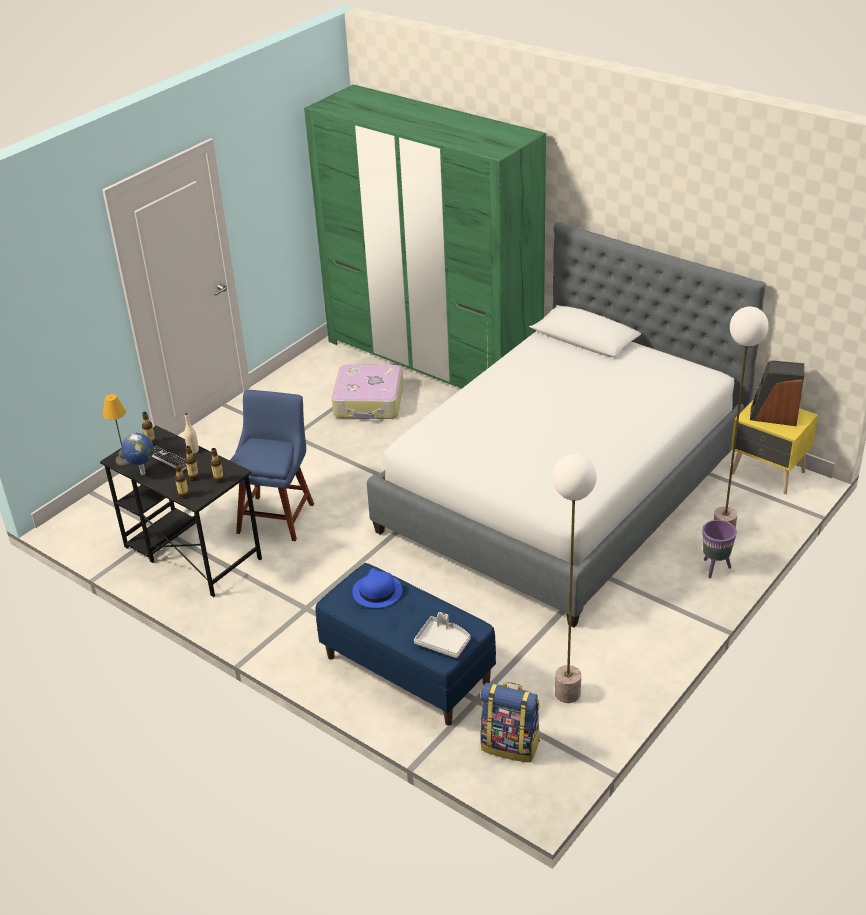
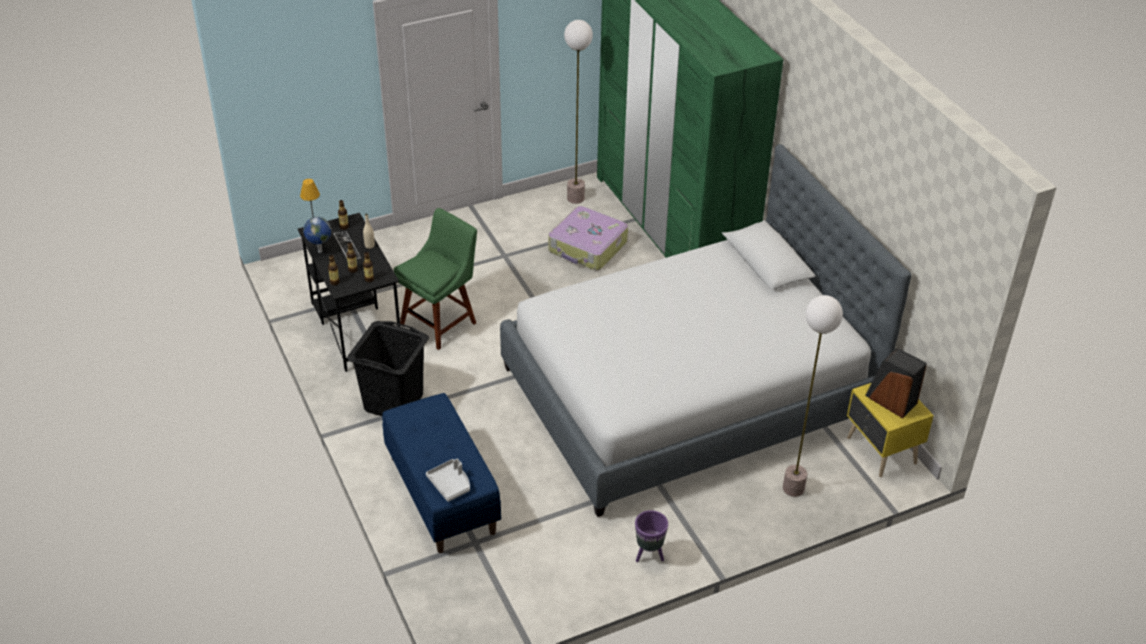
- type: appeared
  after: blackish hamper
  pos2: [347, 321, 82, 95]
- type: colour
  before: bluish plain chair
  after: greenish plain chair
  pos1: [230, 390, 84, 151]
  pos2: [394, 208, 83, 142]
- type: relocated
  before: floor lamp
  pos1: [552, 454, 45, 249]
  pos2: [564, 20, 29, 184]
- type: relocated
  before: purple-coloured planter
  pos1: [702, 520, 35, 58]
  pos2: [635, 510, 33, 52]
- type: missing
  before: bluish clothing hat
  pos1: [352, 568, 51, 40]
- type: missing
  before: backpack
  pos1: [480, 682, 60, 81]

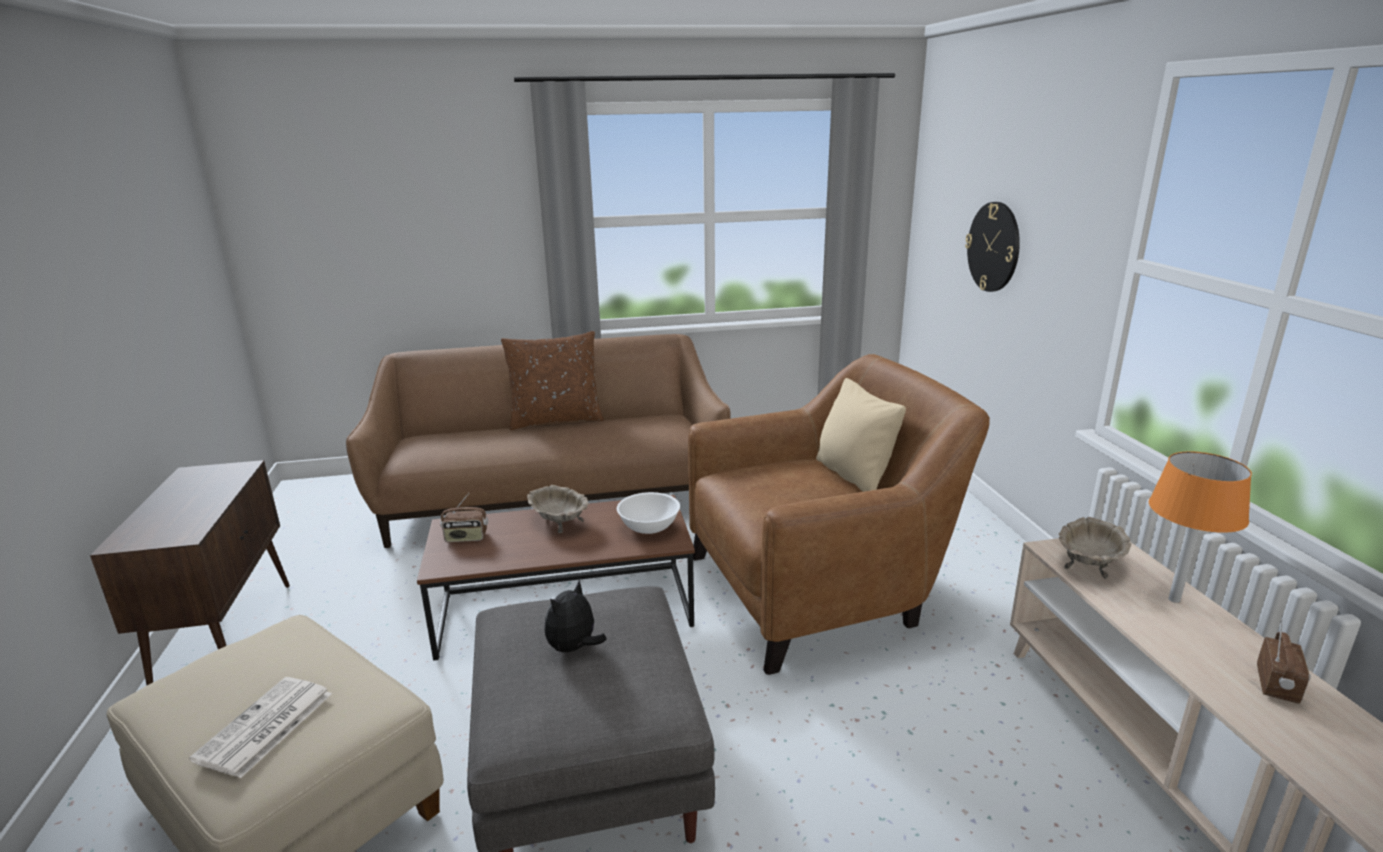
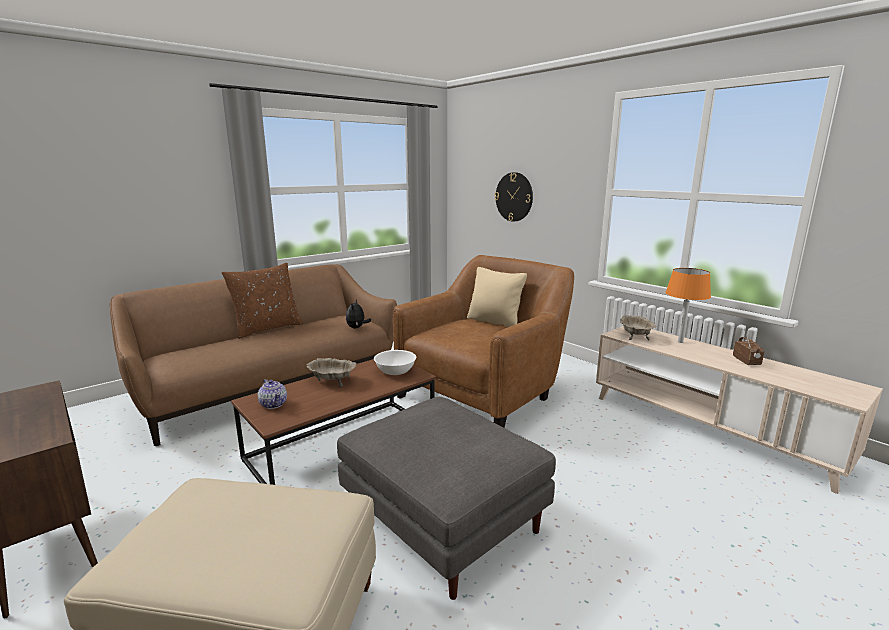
- type: exchanged
  before: radio receiver
  after: pot for tea
  pos1: [440, 493, 48, 50]
  pos2: [258, 379, 29, 30]
- type: relocated
  before: plush toy
  pos1: [544, 580, 63, 72]
  pos2: [346, 300, 25, 29]
- type: missing
  before: printed paper
  pos1: [189, 677, 143, 101]

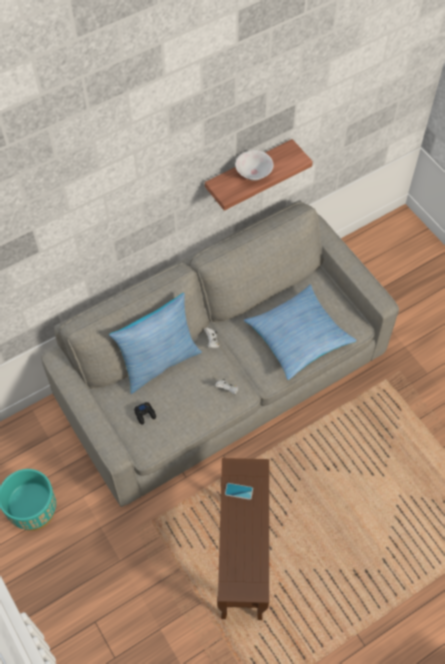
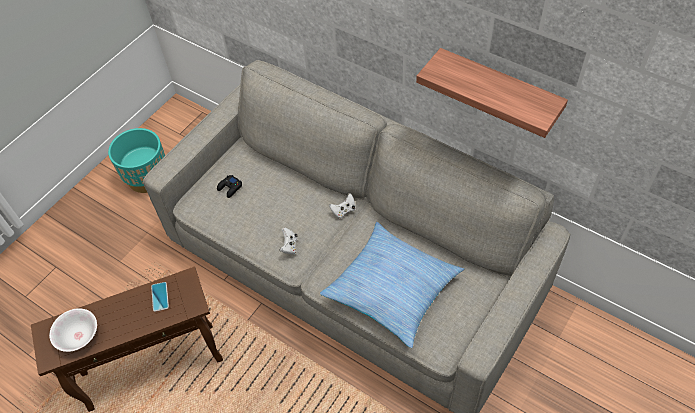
- type: relocated
  before: whitish bowl
  pos1: [235, 150, 38, 31]
  pos2: [49, 308, 48, 44]
- type: missing
  before: pillow
  pos1: [109, 293, 93, 101]

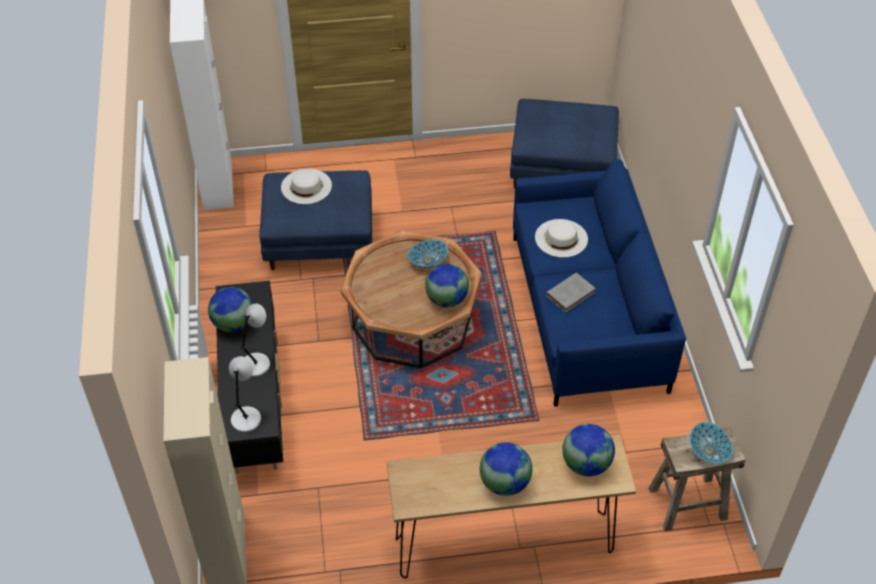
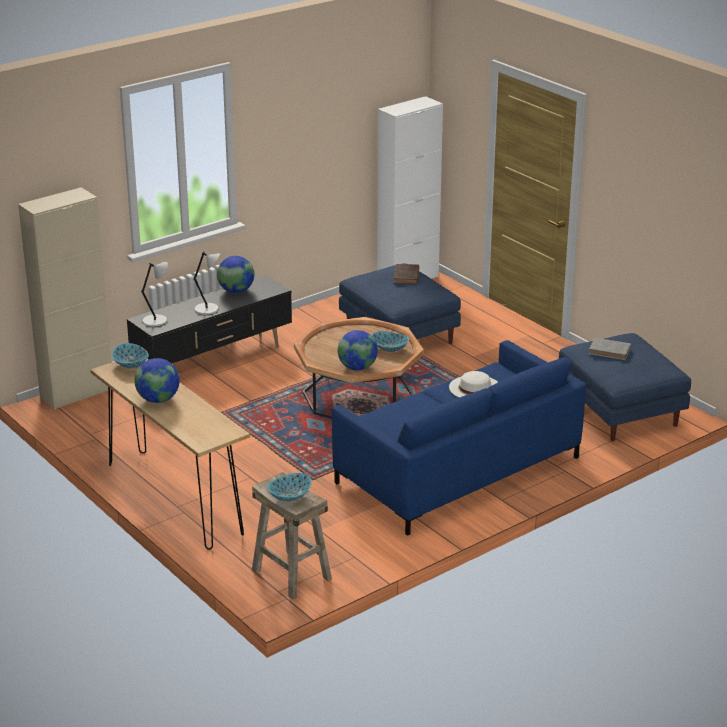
- type: appeared
  after: bowl
  pos2: [112, 343, 37, 26]
- type: exchanged
  before: whitish clothing hat
  after: brown-coloured volume
  pos1: [281, 169, 51, 35]
  pos2: [394, 264, 25, 20]
- type: relocated
  before: greyish volume
  pos1: [546, 273, 50, 40]
  pos2: [589, 338, 42, 22]
- type: missing
  before: world globe
  pos1: [562, 424, 53, 52]

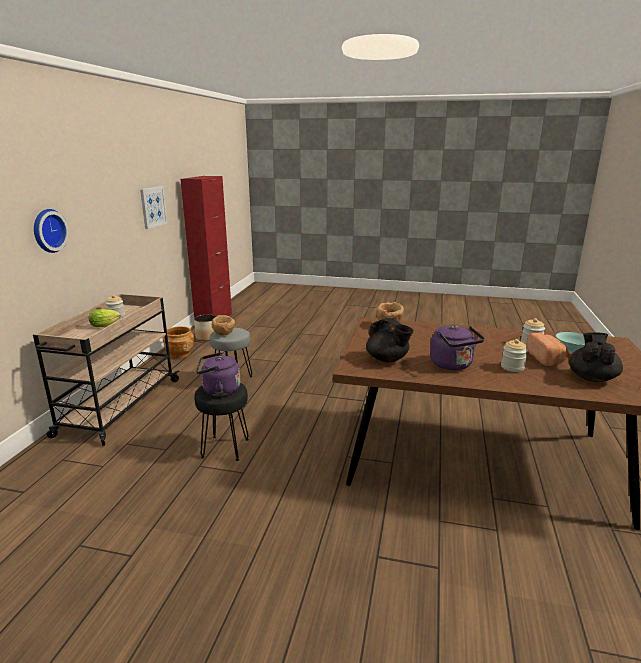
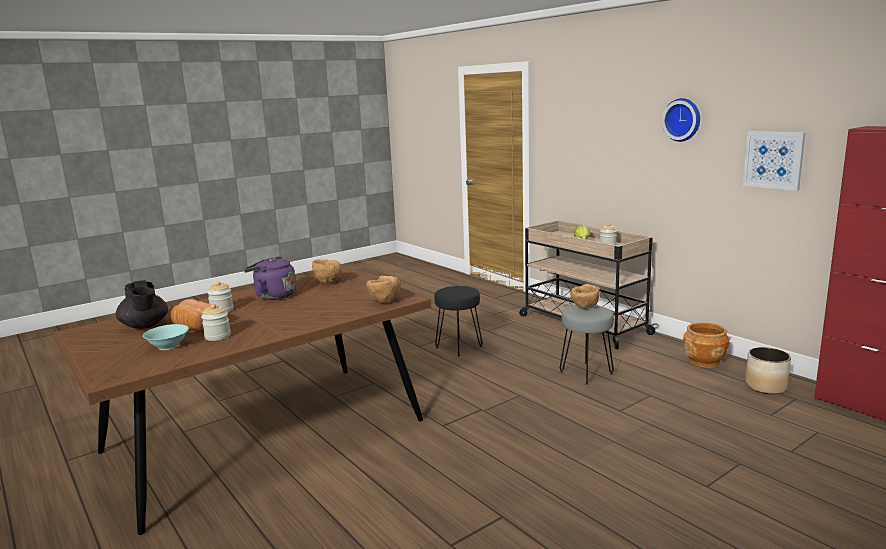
- type: exchanged
  before: blackish pot for tea
  after: brown-coloured bowl
  pos1: [366, 318, 47, 45]
  pos2: [312, 259, 30, 25]
- type: relocated
  before: hanging clock
  pos1: [34, 209, 35, 44]
  pos2: [662, 98, 38, 44]
- type: missing
  before: purple-coloured tea kettle
  pos1: [196, 352, 44, 44]

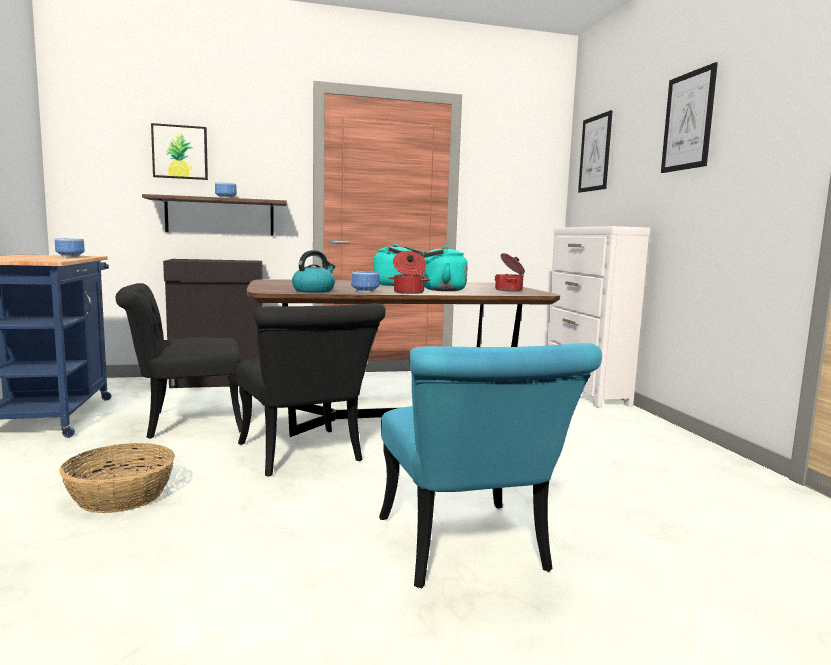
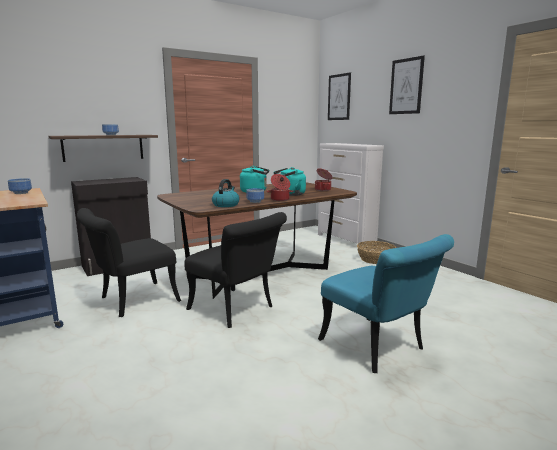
- type: relocated
  before: household basket
  pos1: [59, 443, 116, 70]
  pos2: [357, 241, 39, 23]
- type: missing
  before: picture
  pos1: [151, 123, 57, 57]

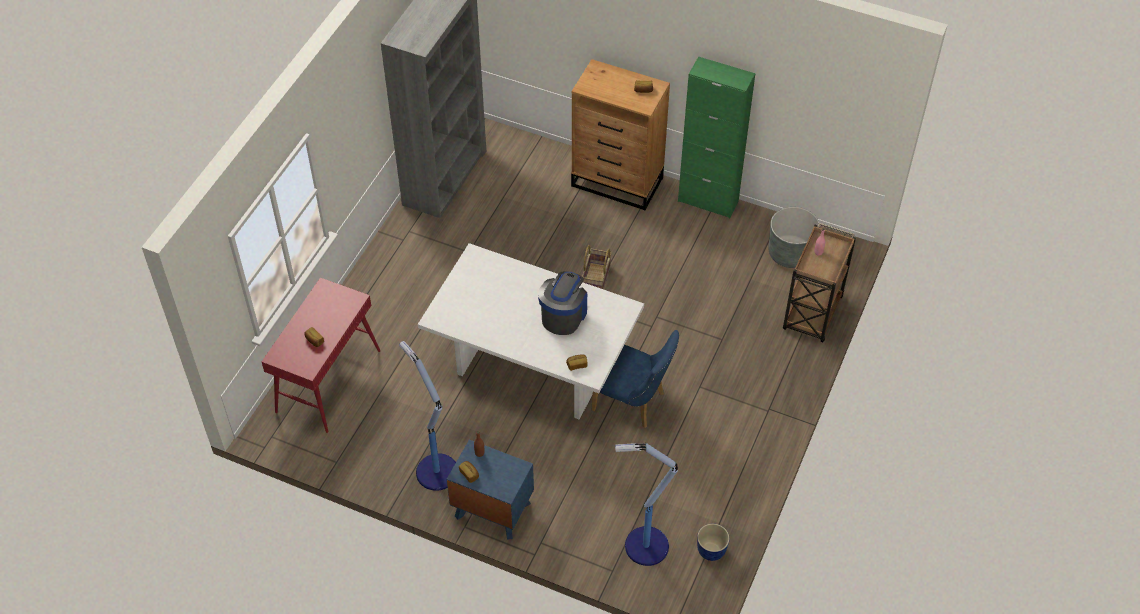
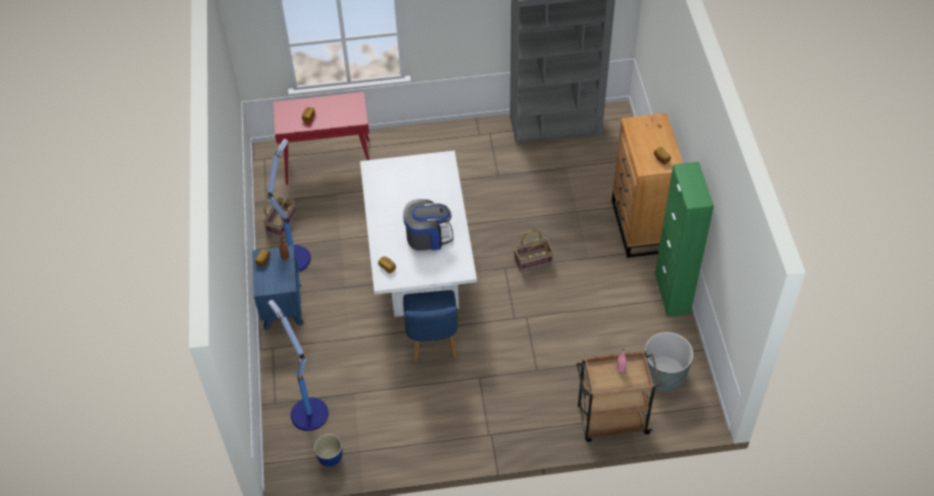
- type: appeared
  after: household basket
  pos2: [263, 194, 33, 44]

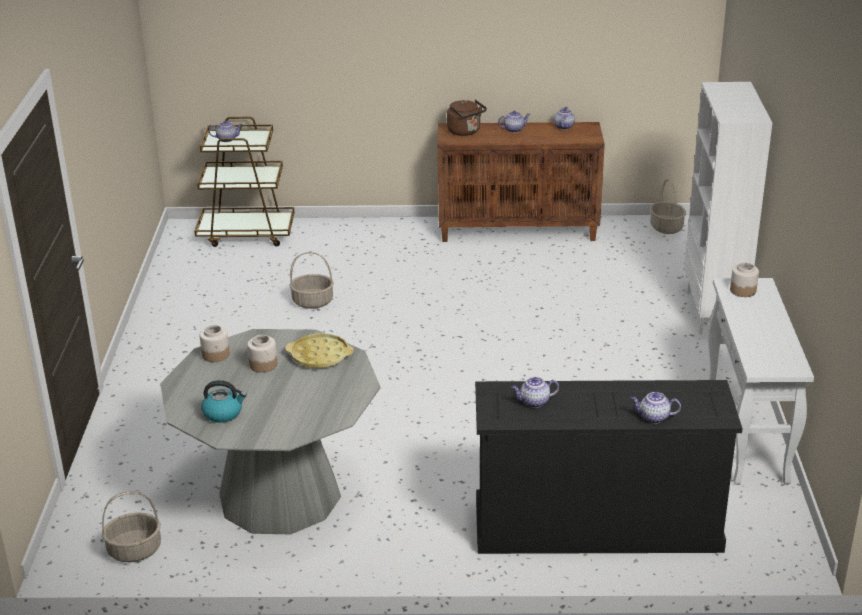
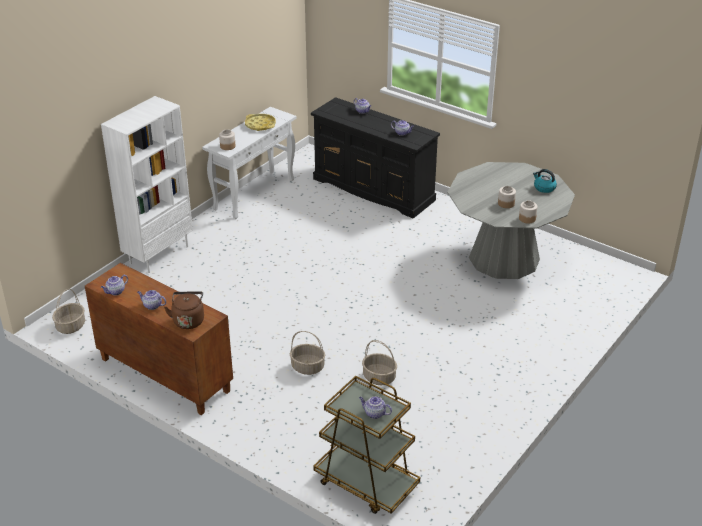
- type: relocated
  before: yellow-coloured tray
  pos1: [285, 333, 69, 35]
  pos2: [245, 114, 31, 17]
- type: relocated
  before: household basket
  pos1: [102, 491, 59, 71]
  pos2: [290, 331, 35, 44]

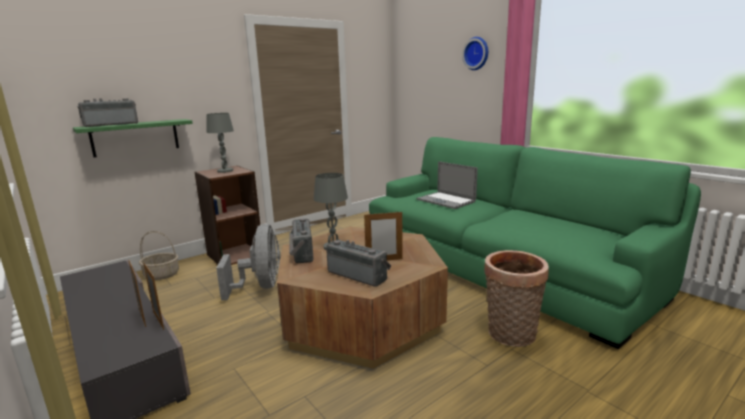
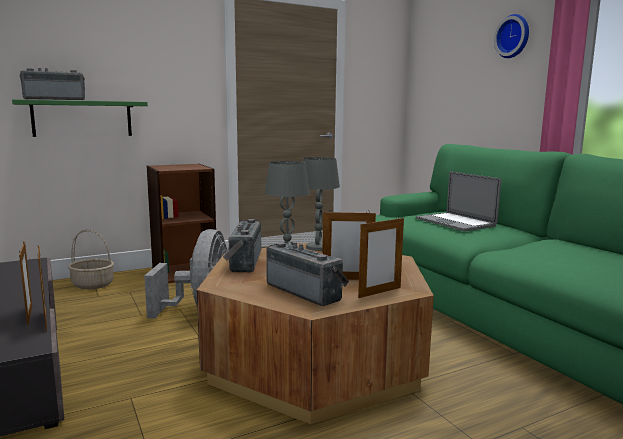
- type: relocated
  before: greyish table lamp
  pos1: [206, 113, 28, 60]
  pos2: [303, 157, 37, 94]
- type: appeared
  after: picture frame
  pos2: [358, 216, 46, 82]
- type: missing
  before: household basket
  pos1: [484, 250, 65, 97]

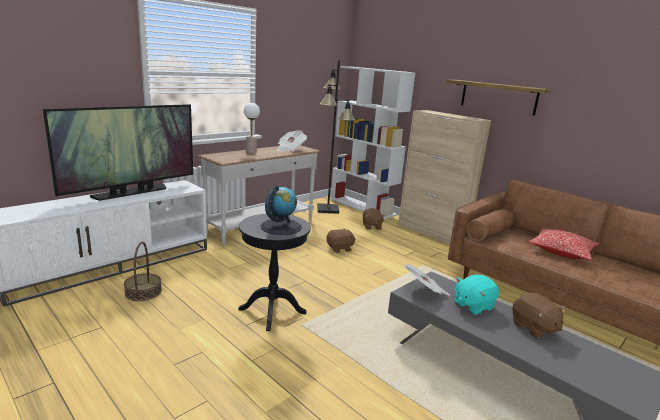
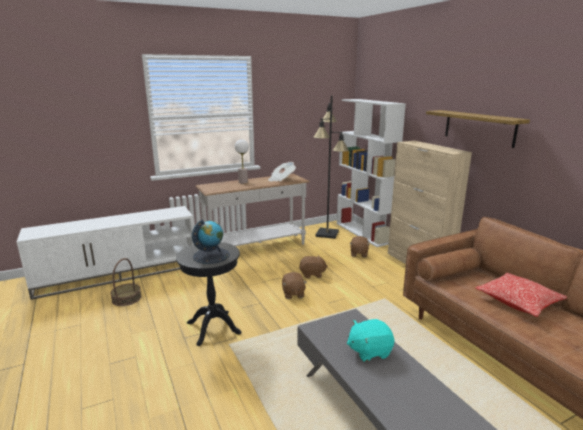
- type: relocated
  before: brown-coloured plush toy
  pos1: [512, 293, 53, 45]
  pos2: [282, 272, 25, 27]
- type: missing
  before: television
  pos1: [43, 104, 150, 97]
- type: missing
  before: printed paper
  pos1: [404, 264, 46, 31]

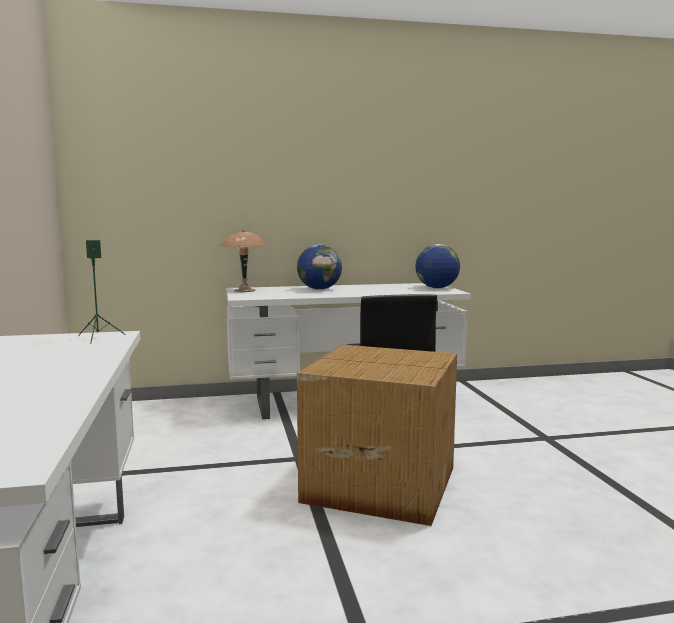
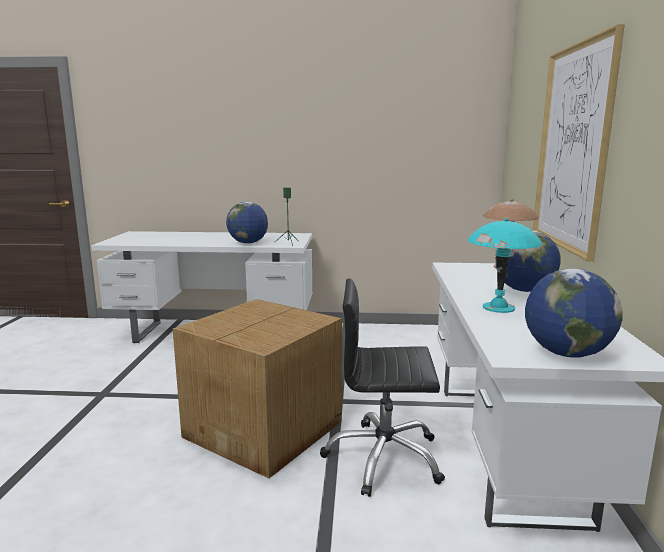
- type: appeared
  after: world globe
  pos2: [226, 202, 42, 42]
- type: appeared
  after: turquoise table lamp
  pos2: [468, 218, 74, 95]
- type: appeared
  after: picture
  pos2: [533, 24, 92, 237]

